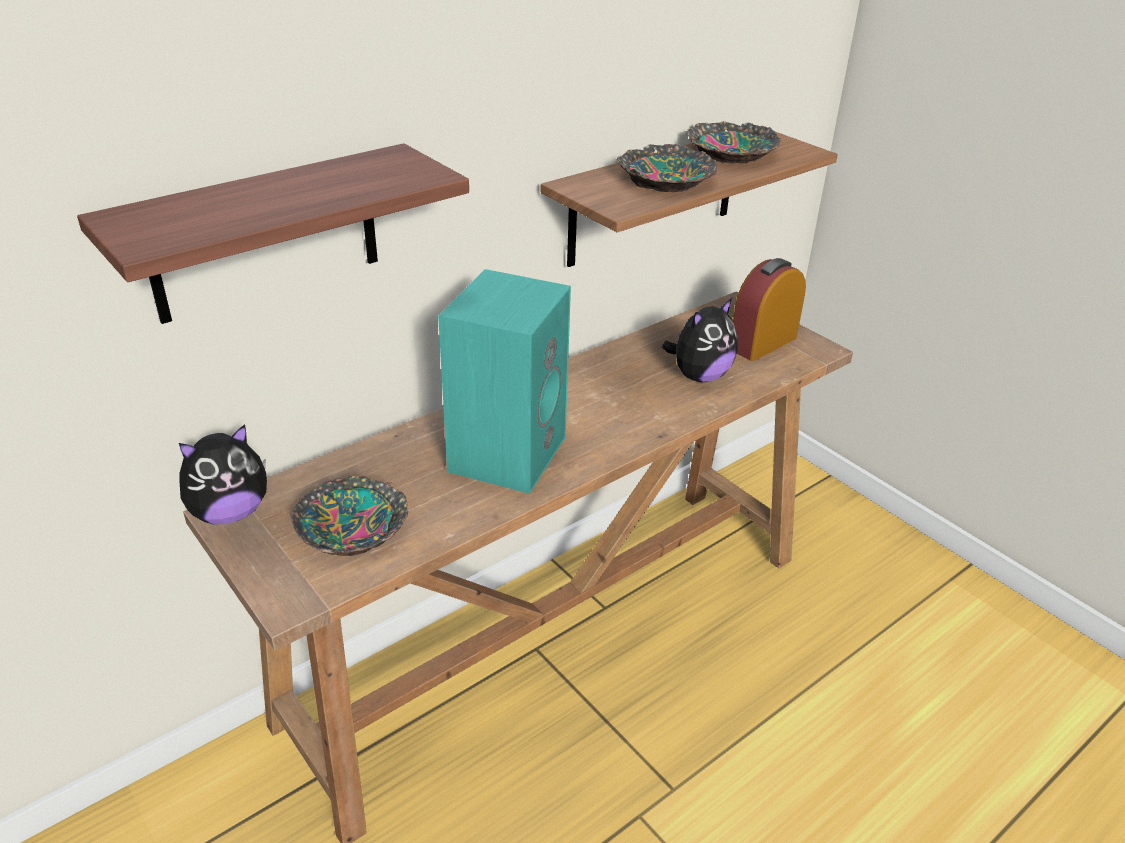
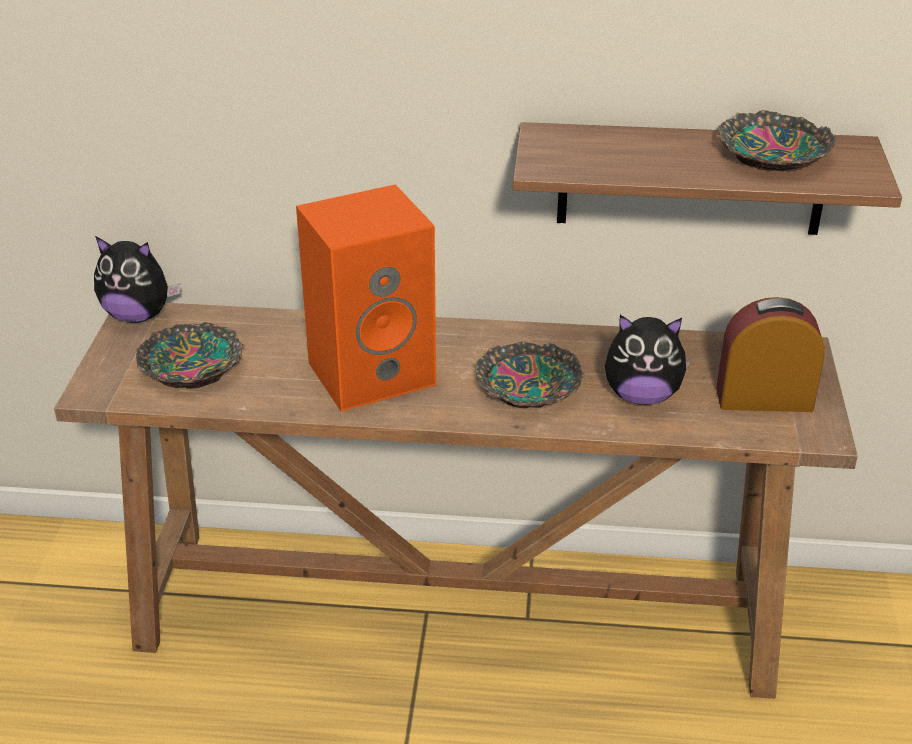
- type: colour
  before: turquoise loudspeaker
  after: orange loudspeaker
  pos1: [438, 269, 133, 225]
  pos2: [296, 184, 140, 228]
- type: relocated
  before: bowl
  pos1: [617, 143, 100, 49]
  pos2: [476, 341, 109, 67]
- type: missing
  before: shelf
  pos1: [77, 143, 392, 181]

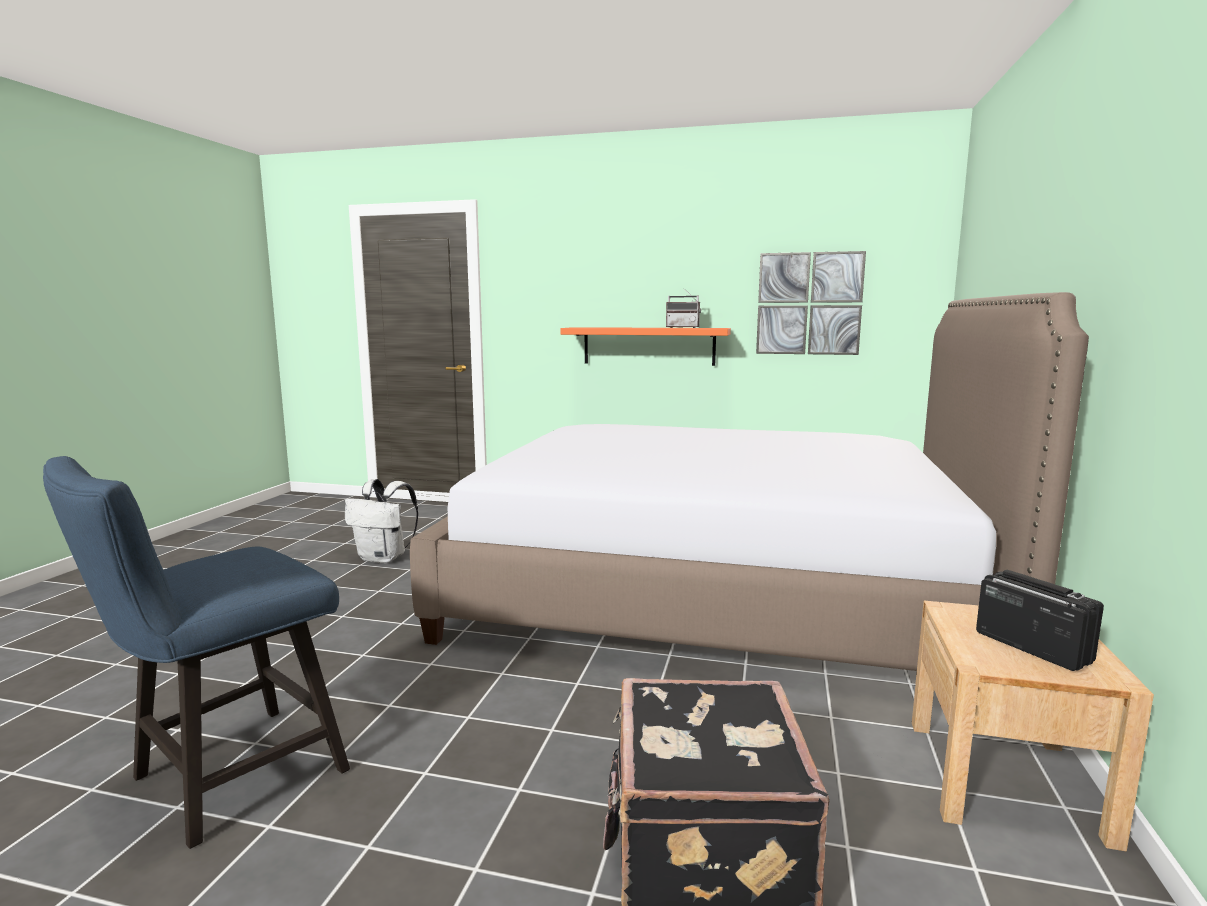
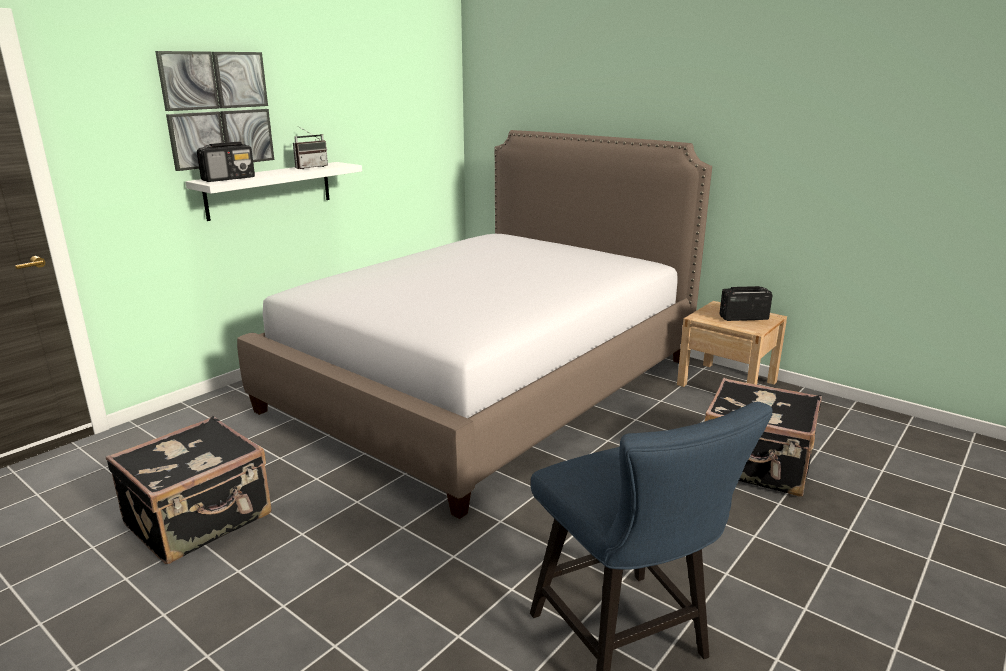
- type: exchanged
  before: whitish backpack
  after: blackish suitcase
  pos1: [345, 479, 73, 84]
  pos2: [106, 416, 166, 148]
- type: relocated
  before: picture
  pos1: [756, 251, 110, 104]
  pos2: [155, 51, 119, 120]
- type: colour
  before: orange shelf
  after: whitish shelf
  pos1: [560, 327, 171, 39]
  pos2: [185, 162, 177, 59]
- type: appeared
  after: radio receiver
  pos2: [197, 142, 58, 40]

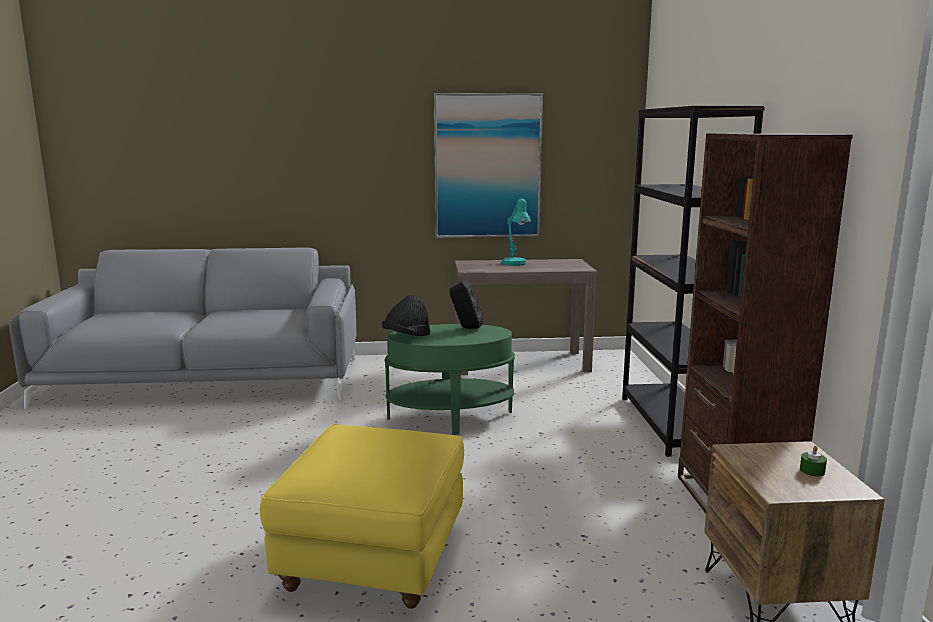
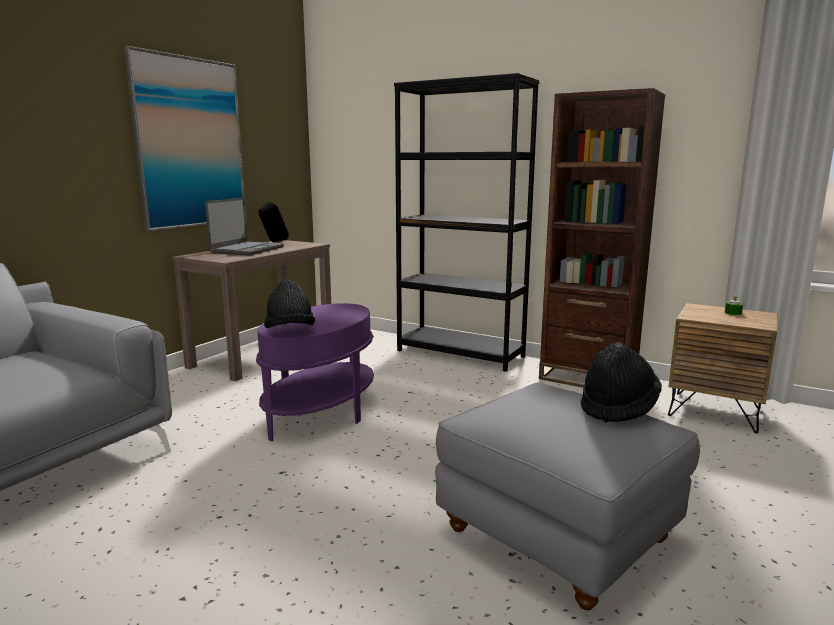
- type: exchanged
  before: turquoise table lamp
  after: laptop
  pos1: [502, 199, 29, 67]
  pos2: [205, 198, 79, 57]
- type: colour
  before: greenish accent table
  after: purple-coloured accent table
  pos1: [384, 324, 131, 111]
  pos2: [256, 303, 118, 138]
- type: relocated
  before: blackish loudspeaker
  pos1: [449, 280, 35, 49]
  pos2: [258, 202, 31, 40]
- type: colour
  before: yellow-coloured footrest
  after: greyish footrest
  pos1: [260, 424, 204, 185]
  pos2: [435, 382, 265, 228]
- type: appeared
  after: blackish clothing hat
  pos2: [581, 342, 81, 81]

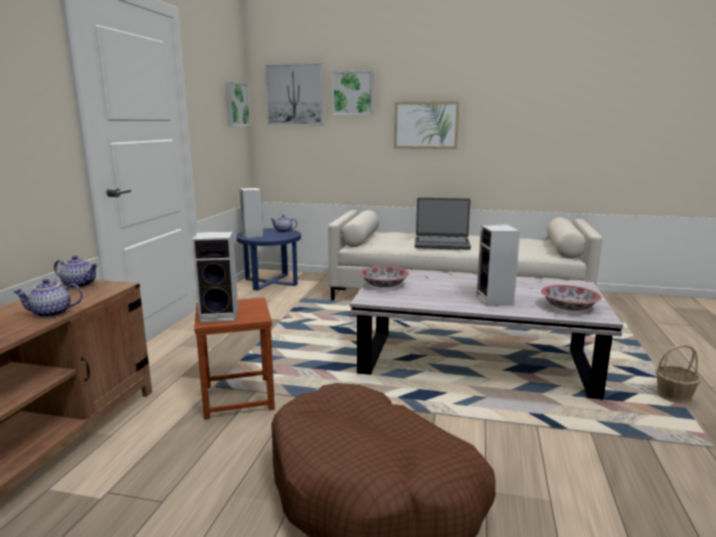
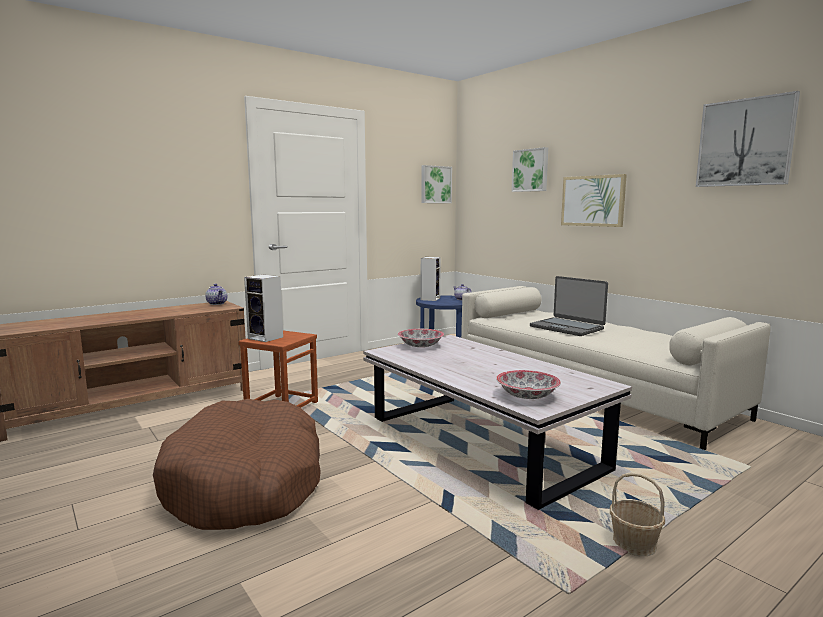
- type: relocated
  before: picture
  pos1: [265, 63, 58, 62]
  pos2: [696, 91, 104, 96]
- type: missing
  before: pot for tea
  pos1: [13, 279, 70, 39]
- type: missing
  before: loudspeaker
  pos1: [476, 225, 44, 81]

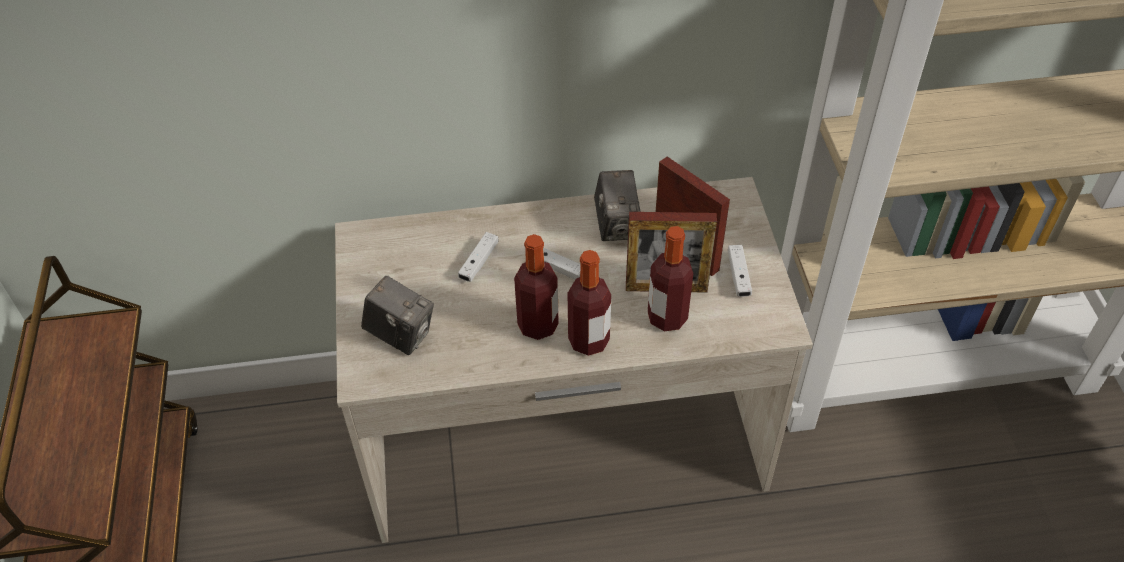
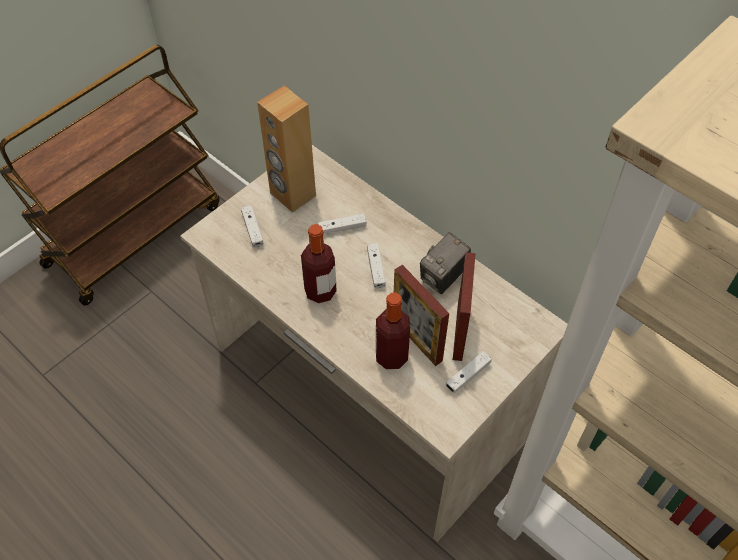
- type: exchanged
  before: still camera
  after: whitish joypad
  pos1: [361, 276, 73, 79]
  pos2: [241, 205, 22, 43]
- type: appeared
  after: brown-coloured loudspeaker
  pos2: [257, 85, 59, 127]
- type: missing
  before: bottle
  pos1: [568, 250, 43, 106]

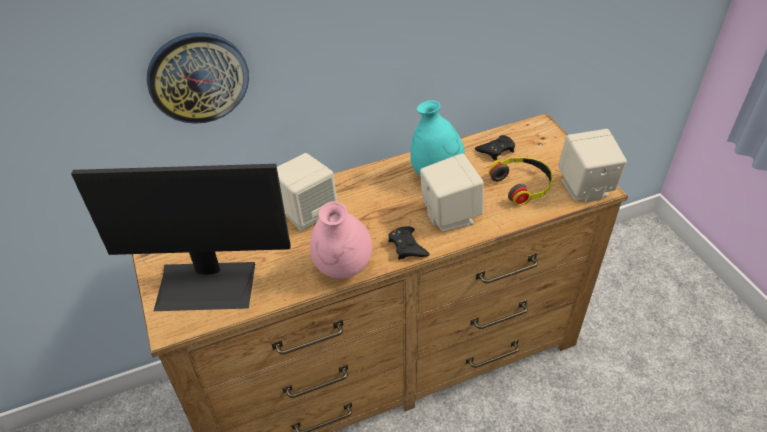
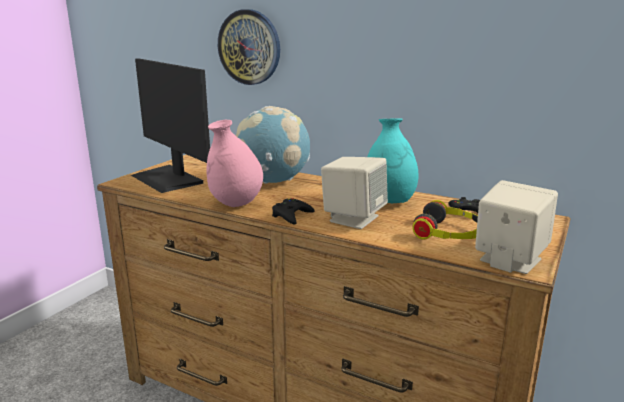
- type: exchanged
  before: beige loudspeaker
  after: world globe
  pos1: [277, 153, 61, 78]
  pos2: [235, 106, 75, 78]

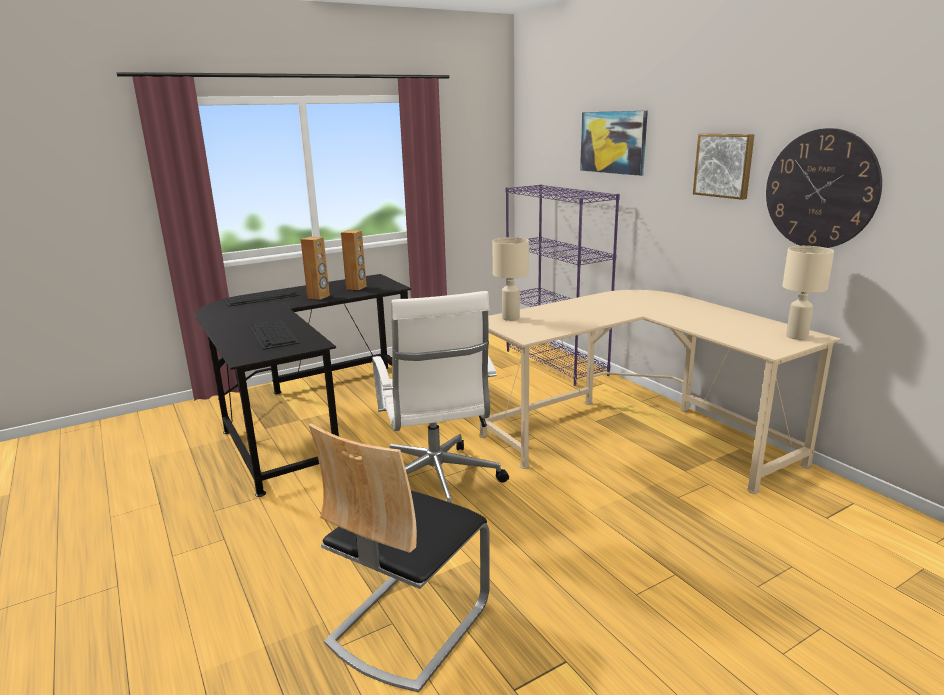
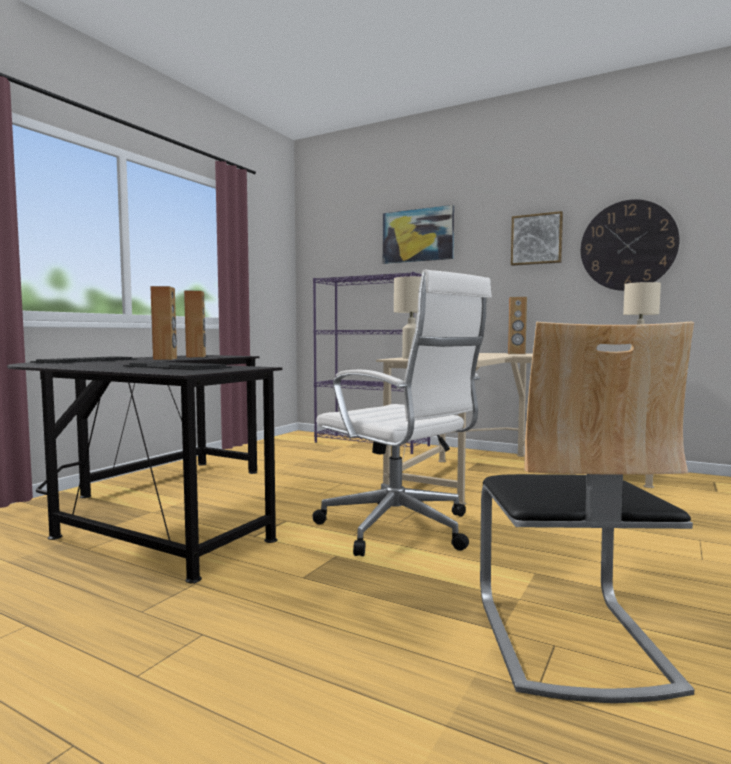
- type: appeared
  after: brown-coloured loudspeaker
  pos2: [508, 297, 19, 57]

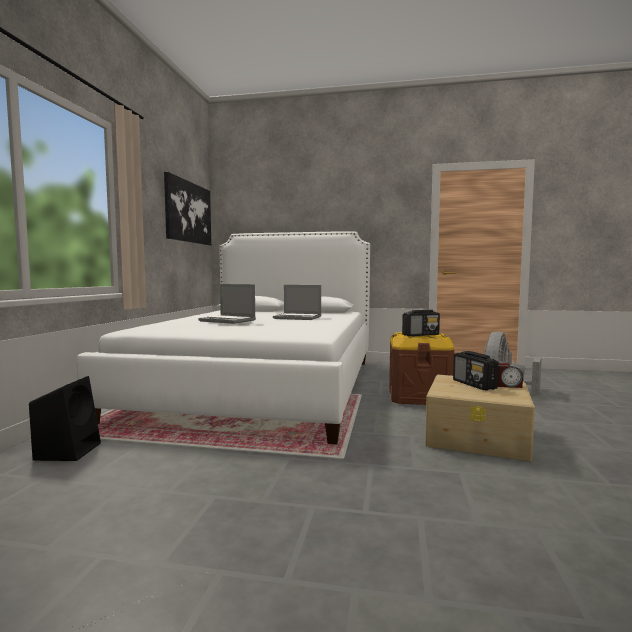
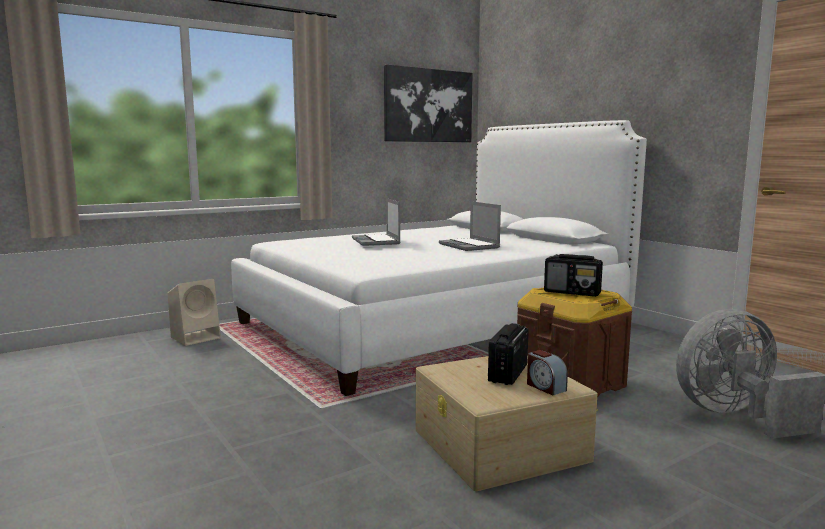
- type: colour
  before: blackish loudspeaker
  after: beige loudspeaker
  pos1: [29, 376, 72, 85]
  pos2: [167, 279, 54, 67]

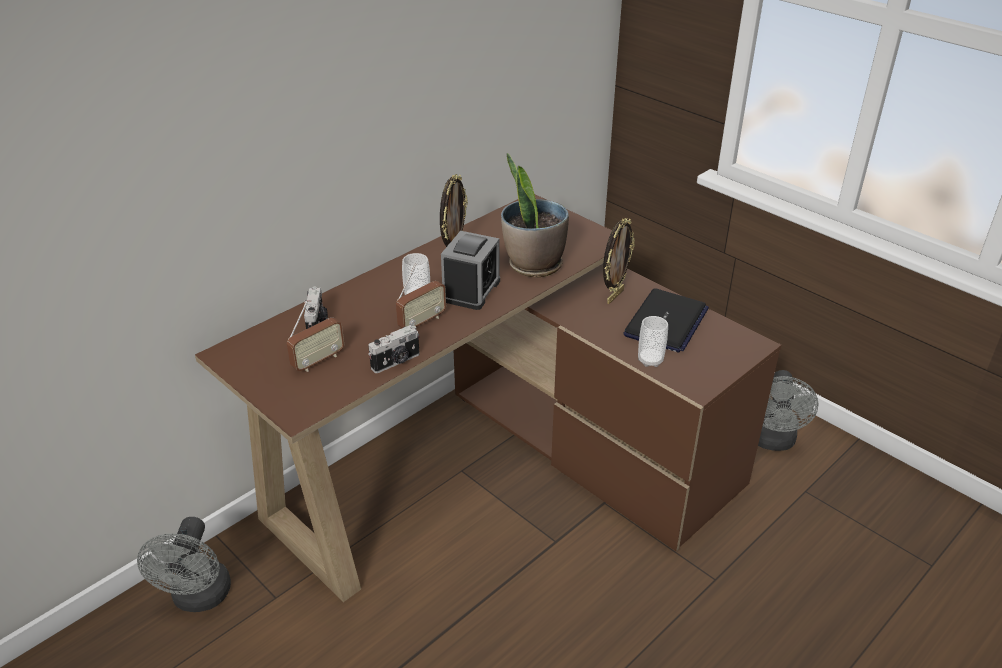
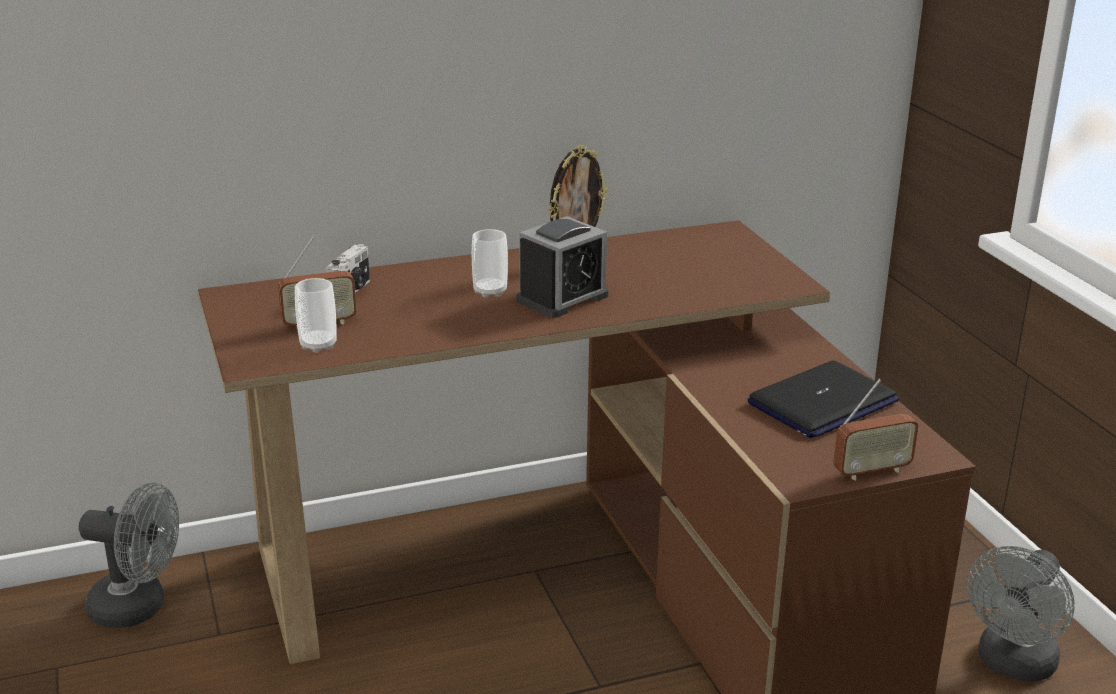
- type: spun
  before: greyish electric fan
  pos1: [137, 517, 94, 95]
  pos2: [79, 483, 100, 145]
  turn: -105
- type: relocated
  before: small cup
  pos1: [638, 316, 30, 51]
  pos2: [295, 278, 42, 75]
- type: relocated
  before: radio receiver
  pos1: [396, 264, 50, 64]
  pos2: [833, 379, 86, 101]
- type: missing
  before: still camera
  pos1: [368, 325, 52, 48]
- type: missing
  before: potted plant
  pos1: [501, 153, 68, 125]
- type: missing
  before: picture frame
  pos1: [603, 218, 32, 86]

